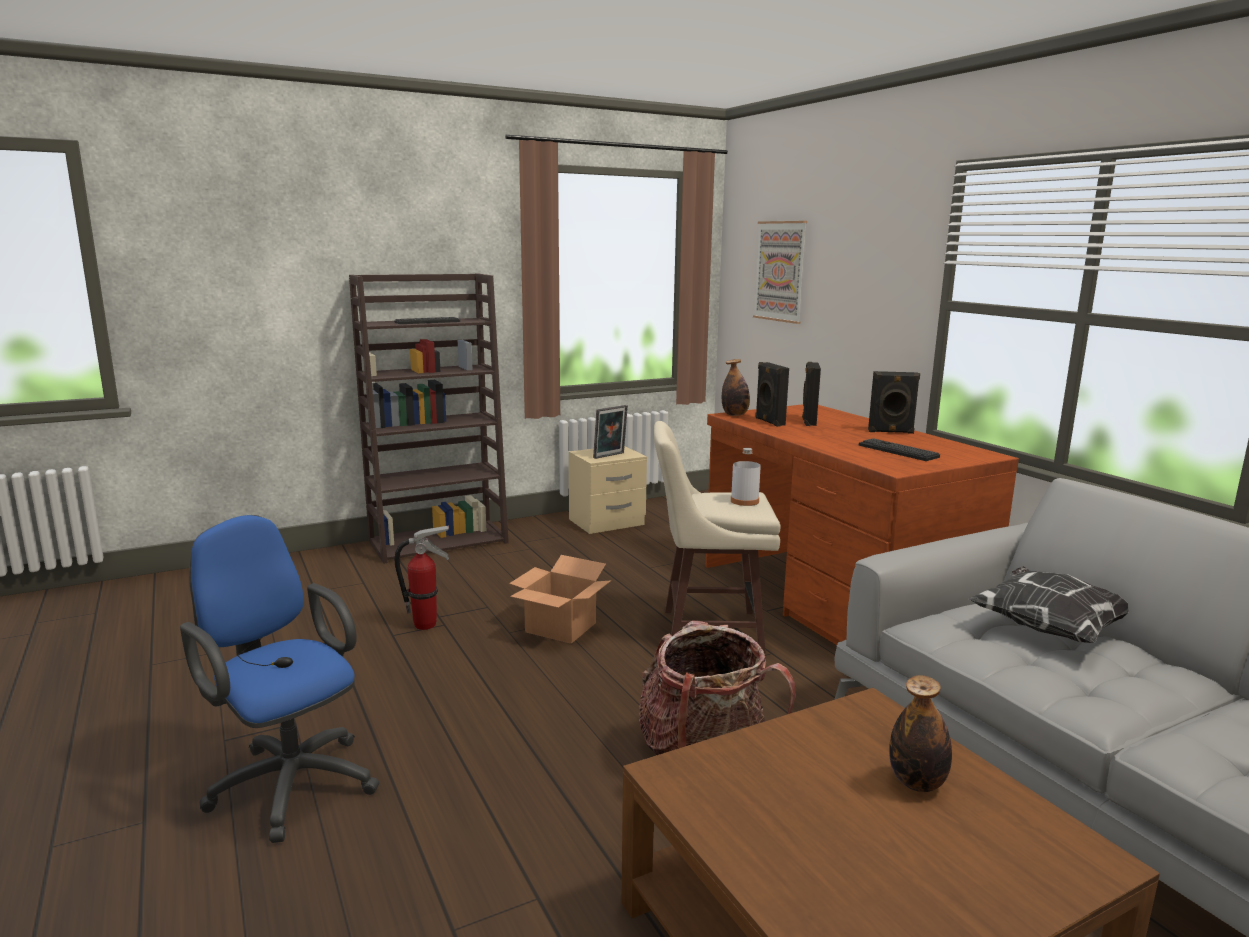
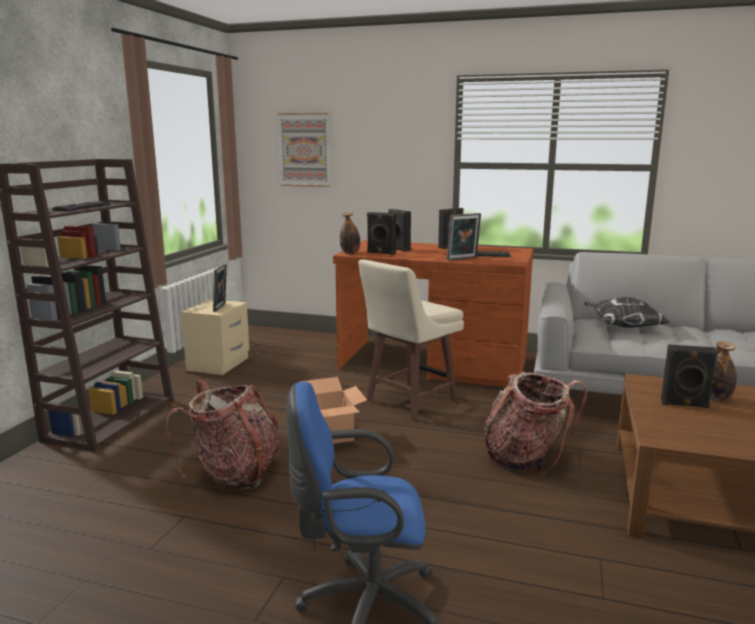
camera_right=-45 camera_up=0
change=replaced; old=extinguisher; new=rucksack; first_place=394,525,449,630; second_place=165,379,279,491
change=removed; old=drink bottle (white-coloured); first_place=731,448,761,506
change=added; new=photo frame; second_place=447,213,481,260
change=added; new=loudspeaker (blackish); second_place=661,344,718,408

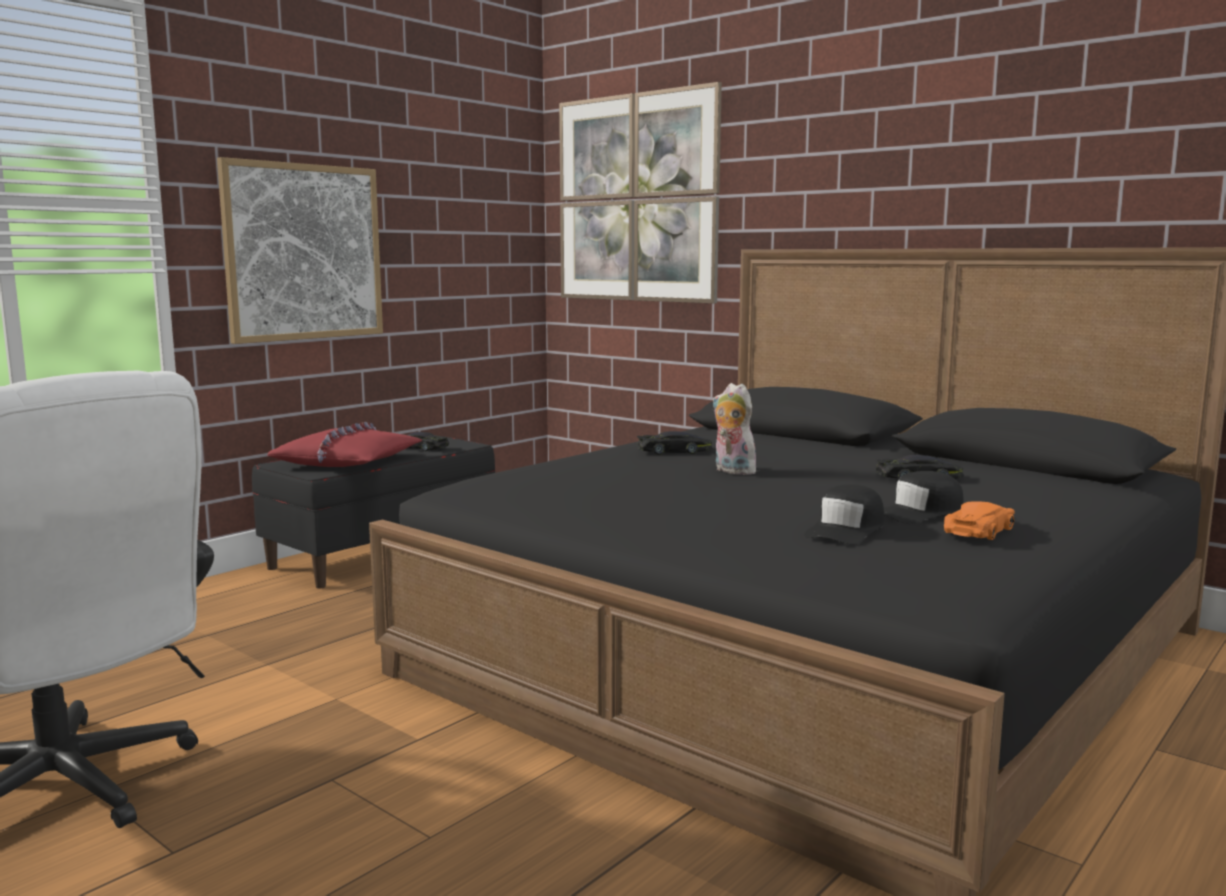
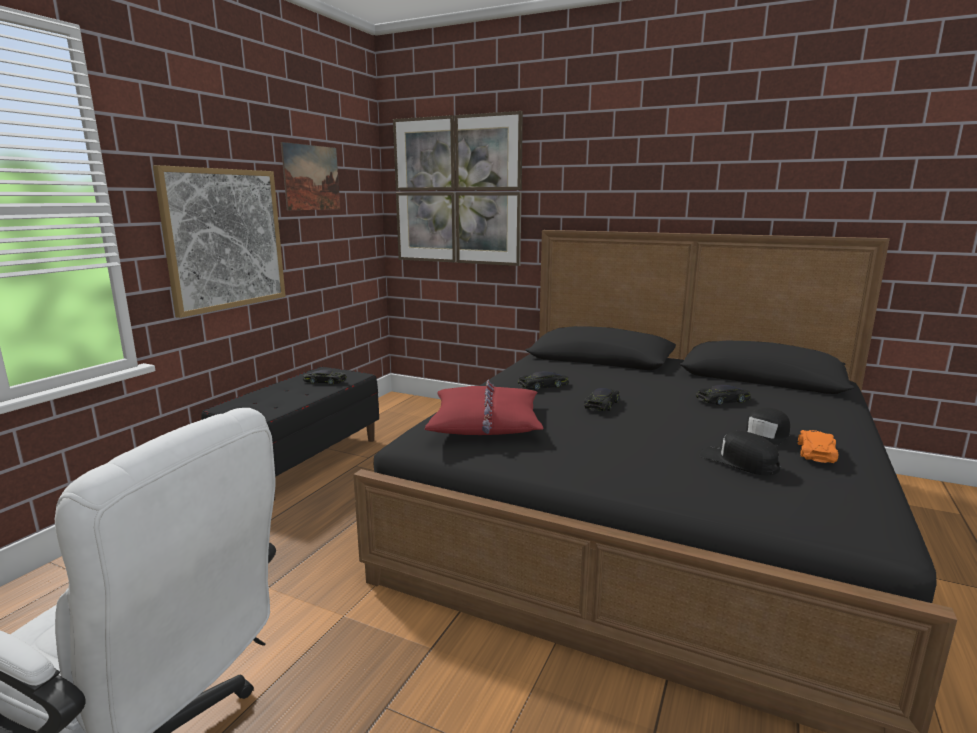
camera_right=-15 camera_up=5
change=moved; old=pillow (red-coloured); first_place=267,422,422,467; second_place=425,379,543,435
change=replaced; old=plush toy; new=toy car (blackish); first_place=712,383,757,475; second_place=584,388,620,411
change=turned; old=cap (blackish); first_place=804,484,884,545; second_place=700,431,780,475; degrees=120
change=added; new=picture; second_place=281,142,340,210

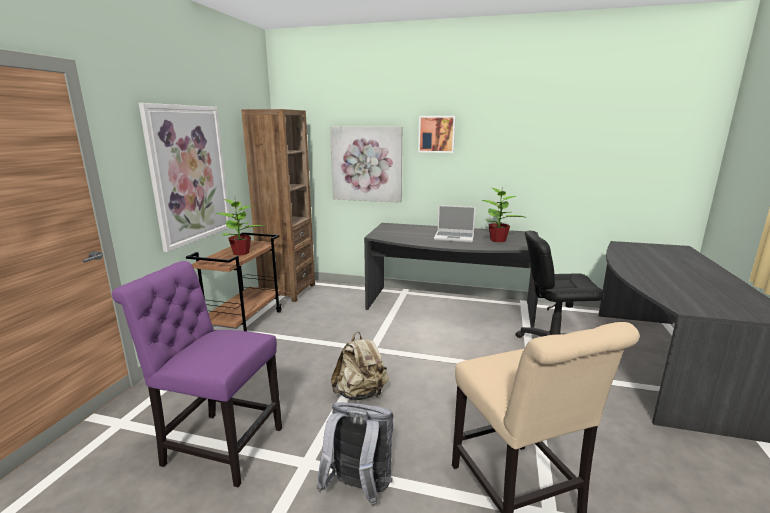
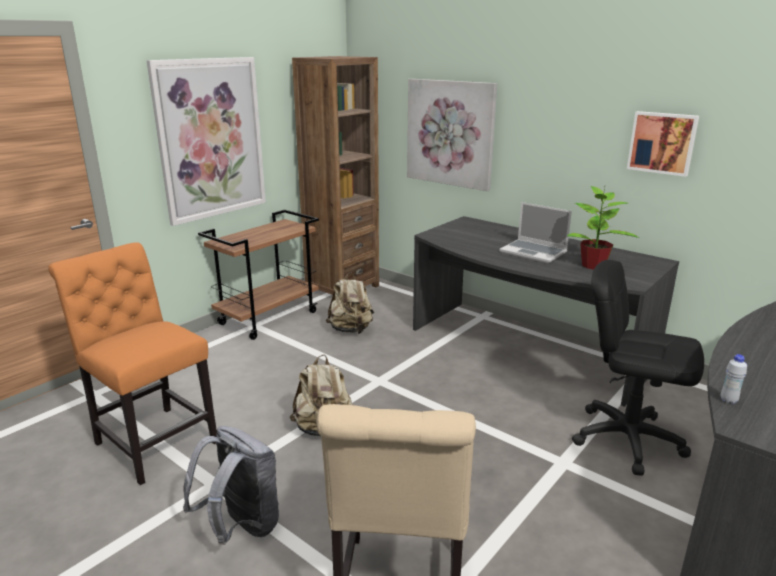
camera_right=25 camera_up=5
change=recoloured; old=upright chair (purple-coloured); new=upright chair (orange); first_place=112,261,282,487; second_place=48,242,217,485
change=removed; old=potted plant; first_place=215,199,265,255
change=moved; old=picture; first_place=418,116,456,153; second_place=627,111,699,177
change=added; new=rucksack (beige-coloured); second_place=326,272,374,334
change=added; new=drink bottle (white-coloured); second_place=721,354,747,404

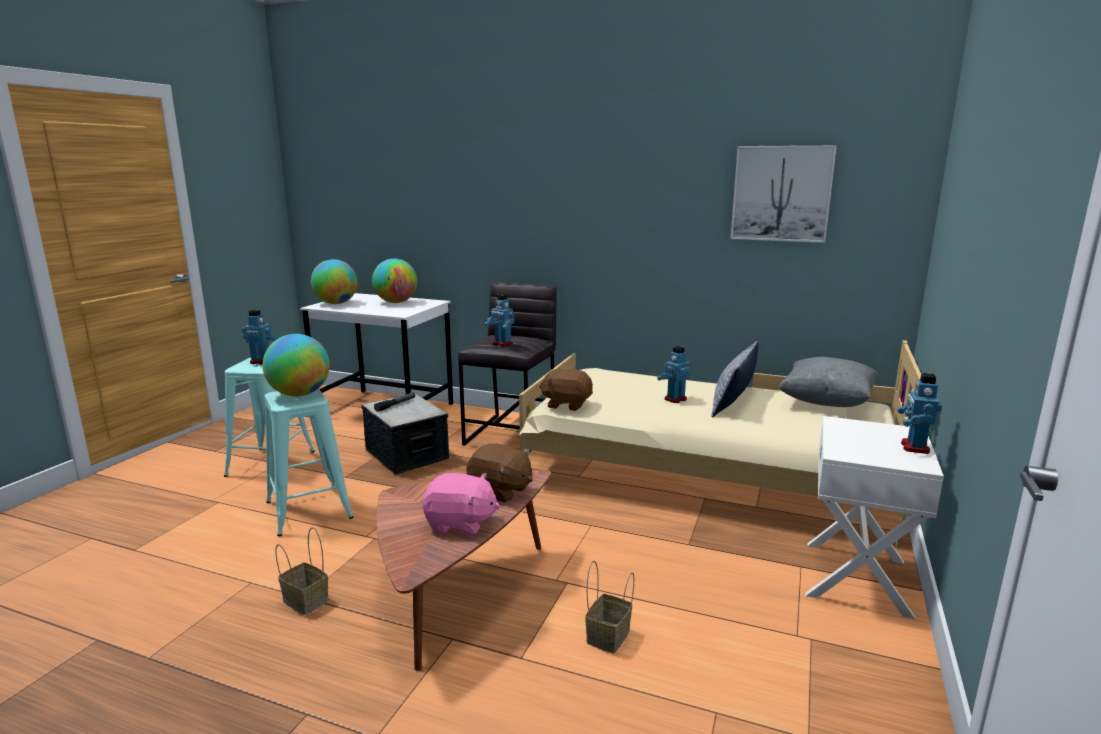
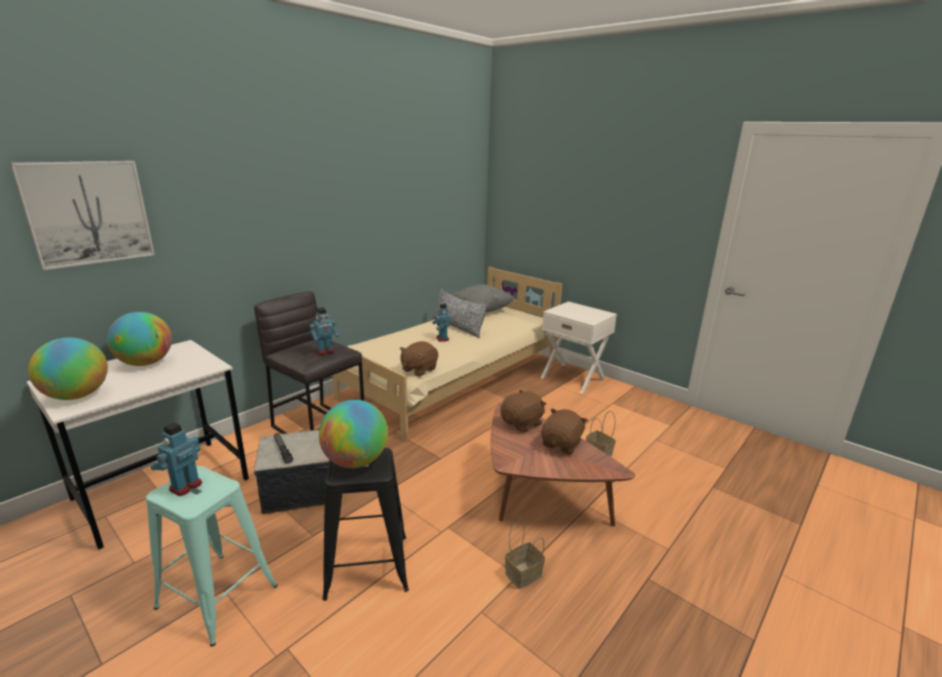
camera_right=-70 camera_up=5
change=recoloured; old=stool (turquoise); new=stool (blackish); first_place=264,388,353,536; second_place=322,448,409,601
change=recoloured; old=plush toy (pink); new=plush toy (brownish); first_place=422,473,500,536; second_place=541,408,588,454
change=moved; old=picture; first_place=730,145,837,243; second_place=10,161,155,270
change=removed; old=toy robot; first_place=897,373,943,454

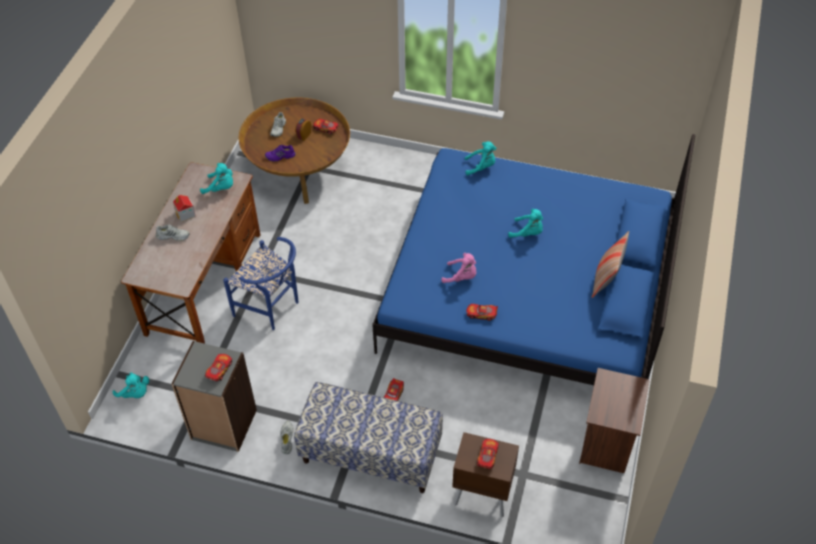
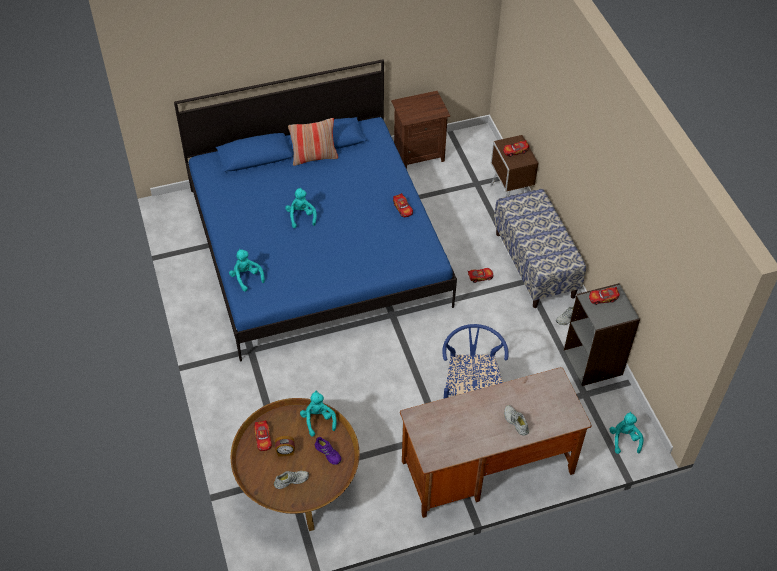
camera_right=-125 camera_up=0
change=removed; old=model house; first_place=173,195,196,222
change=moved; old=plush toy (turquoise); first_place=200,163,233,194; second_place=300,391,337,437
change=removed; old=plush toy (pink); first_place=441,253,476,283

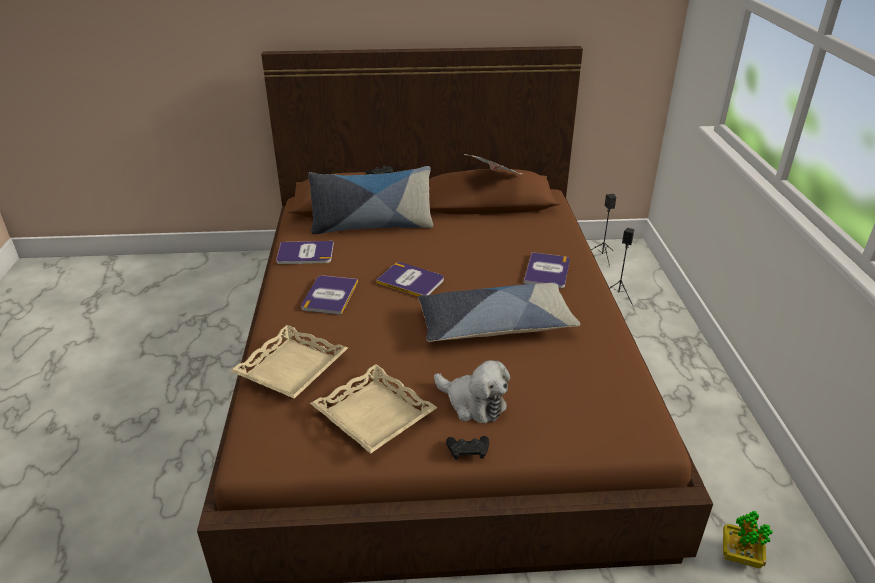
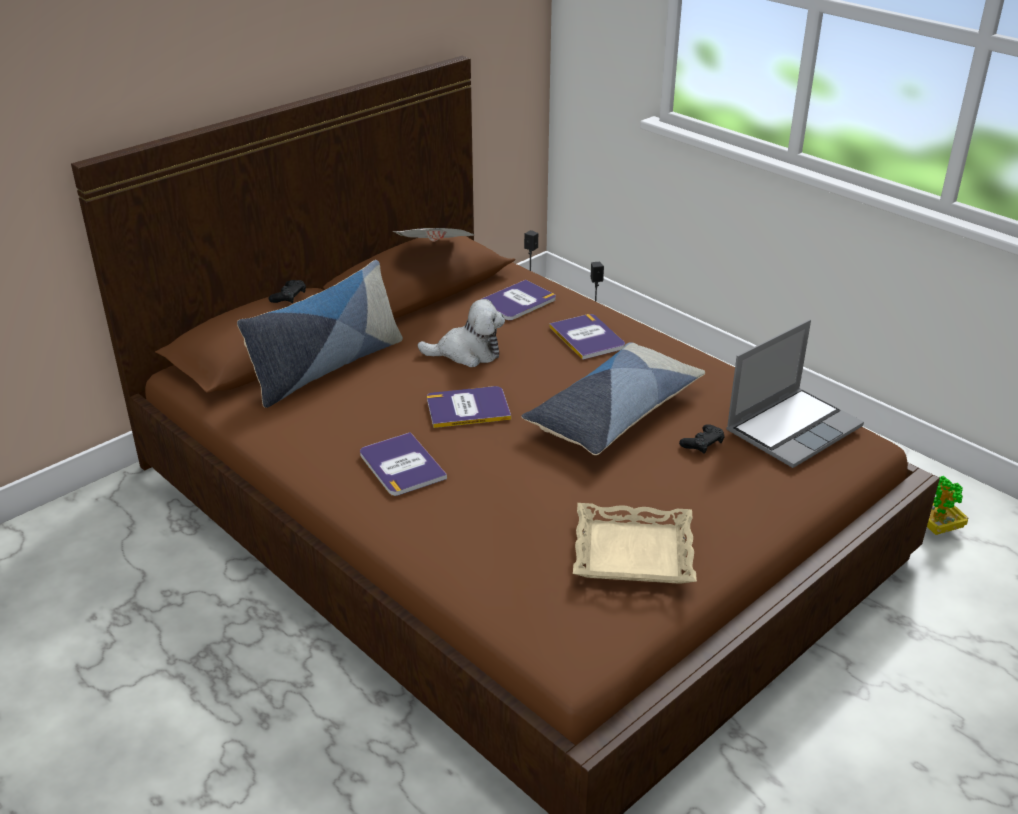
camera_right=-40 camera_up=0
change=removed; old=tray (beige-coloured); first_place=230,325,348,399
change=moved; old=volume; first_place=276,241,334,264; second_place=482,280,556,320
change=moved; old=plush toy; first_place=434,360,510,423; second_place=417,299,505,367
change=moved; old=gamepad (blackish); first_place=446,436,489,460; second_place=679,424,725,454
change=added; new=laptop; second_place=726,319,864,468

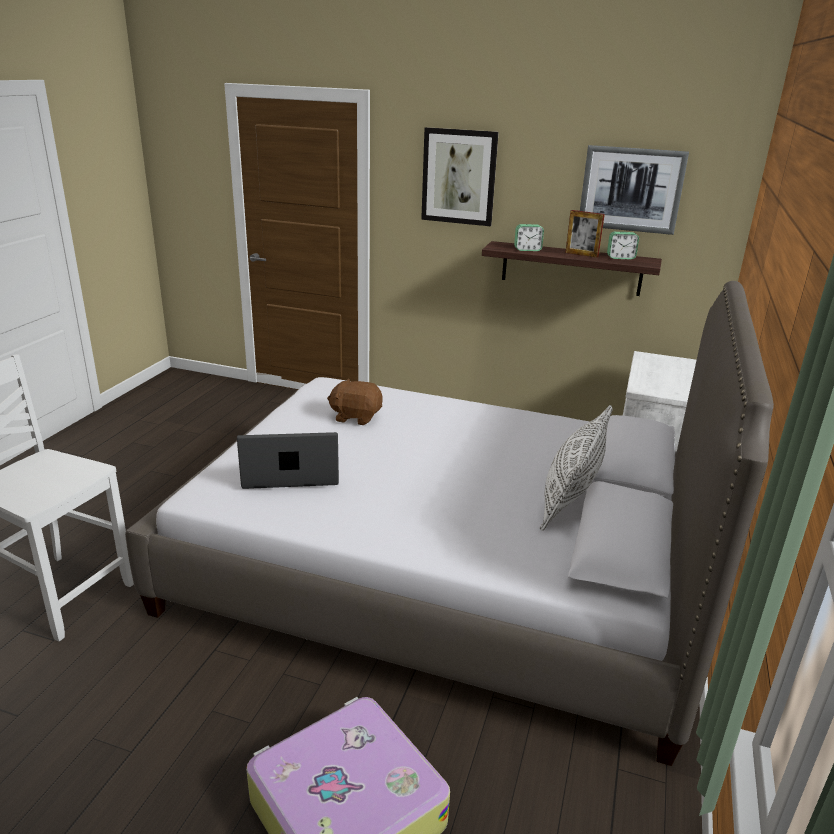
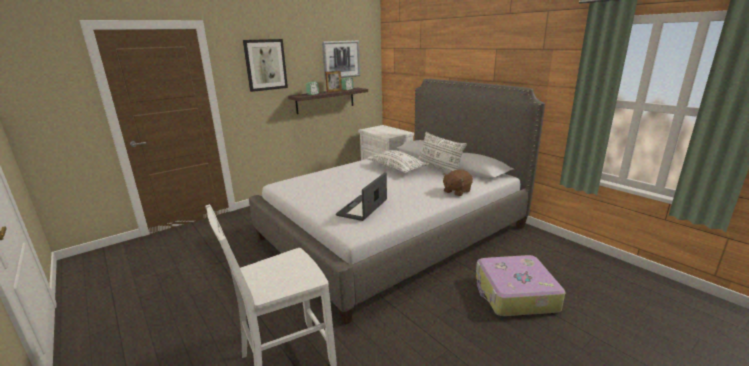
camera_right=-55 camera_up=-5
change=moved; old=plush toy (brownish); first_place=327,378,383,425; second_place=443,169,473,196
change=added; new=pillow (white-coloured); second_place=366,150,429,173

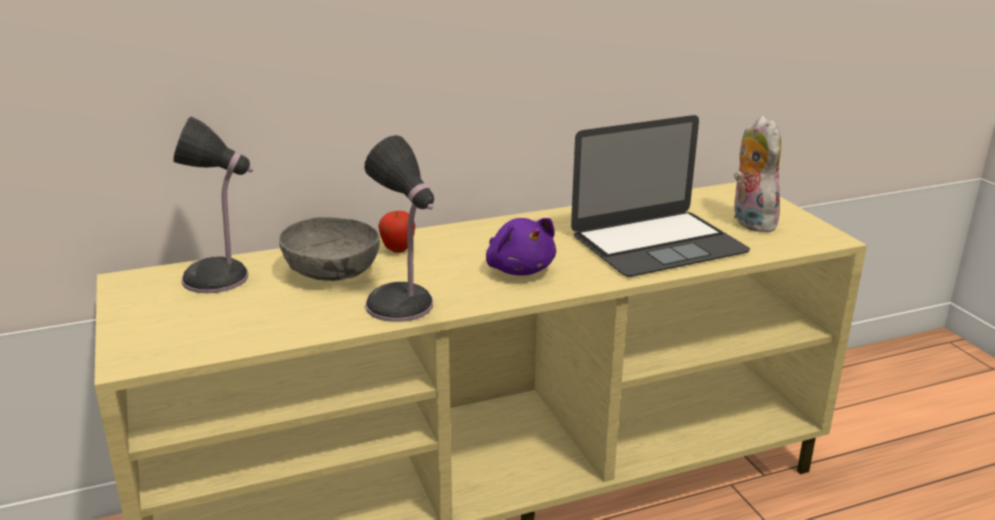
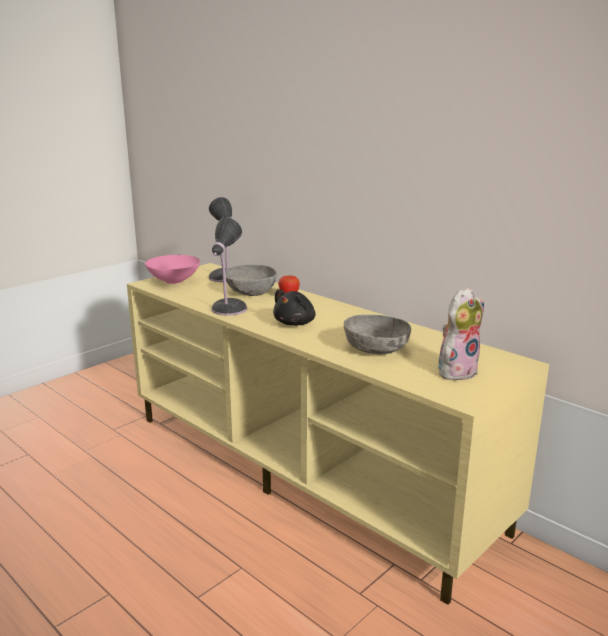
camera_right=65 camera_up=-5
change=recoloured; old=plush toy (purple-coloured); new=plush toy (blackish); first_place=486,218,556,275; second_place=273,289,316,326
change=replaced; old=laptop; new=serving bowl (grey); first_place=571,115,750,277; second_place=344,315,411,355
change=added; new=serving bowl (pink); second_place=145,255,200,284

